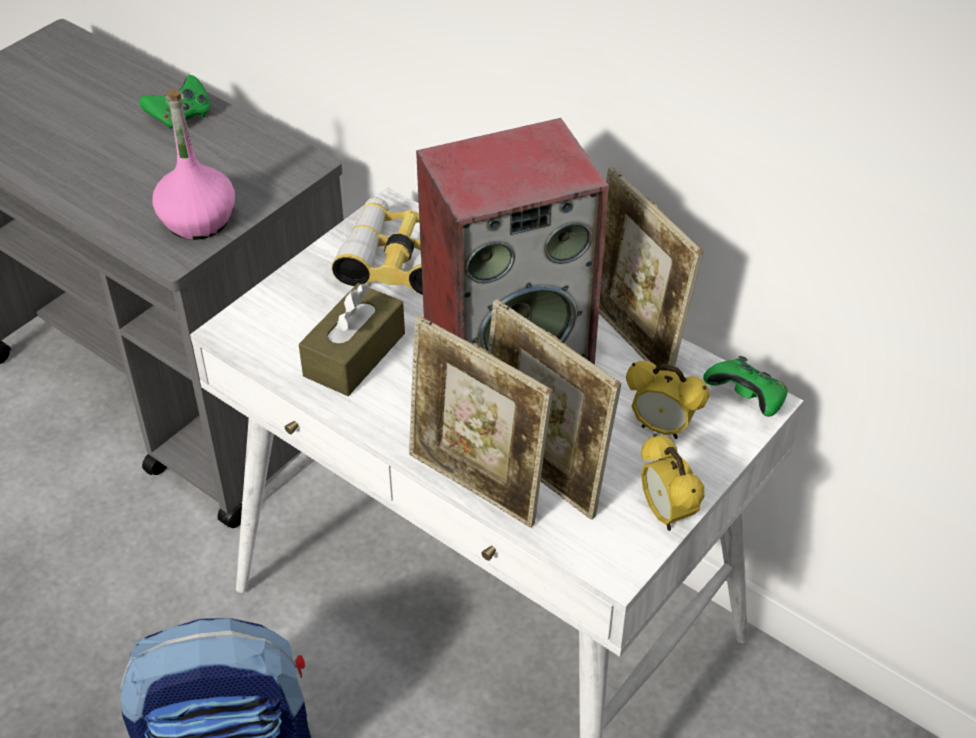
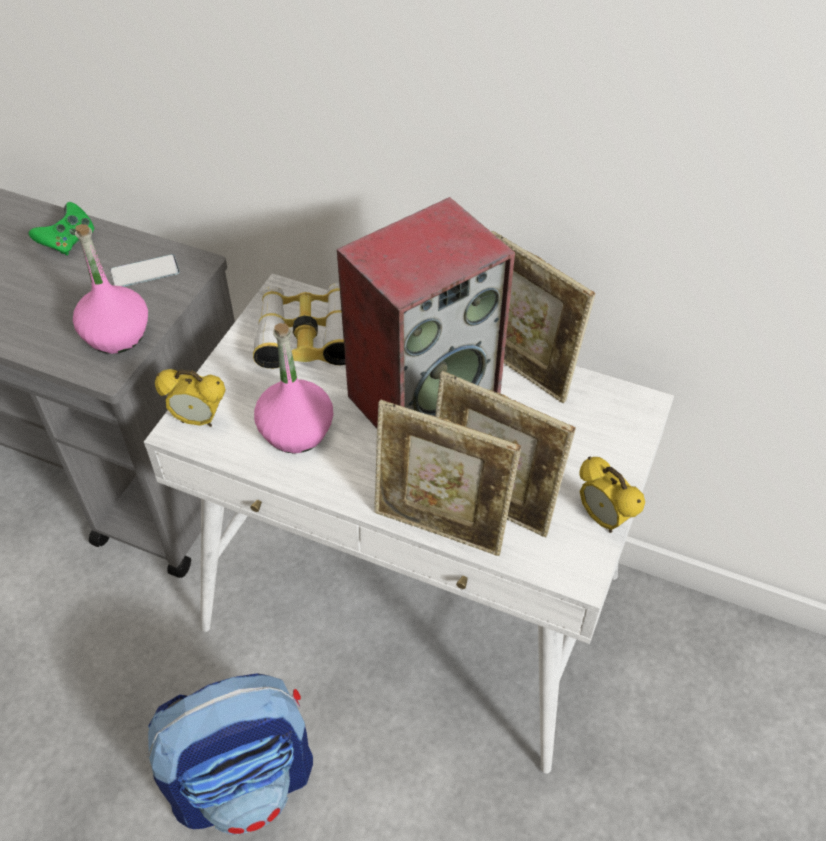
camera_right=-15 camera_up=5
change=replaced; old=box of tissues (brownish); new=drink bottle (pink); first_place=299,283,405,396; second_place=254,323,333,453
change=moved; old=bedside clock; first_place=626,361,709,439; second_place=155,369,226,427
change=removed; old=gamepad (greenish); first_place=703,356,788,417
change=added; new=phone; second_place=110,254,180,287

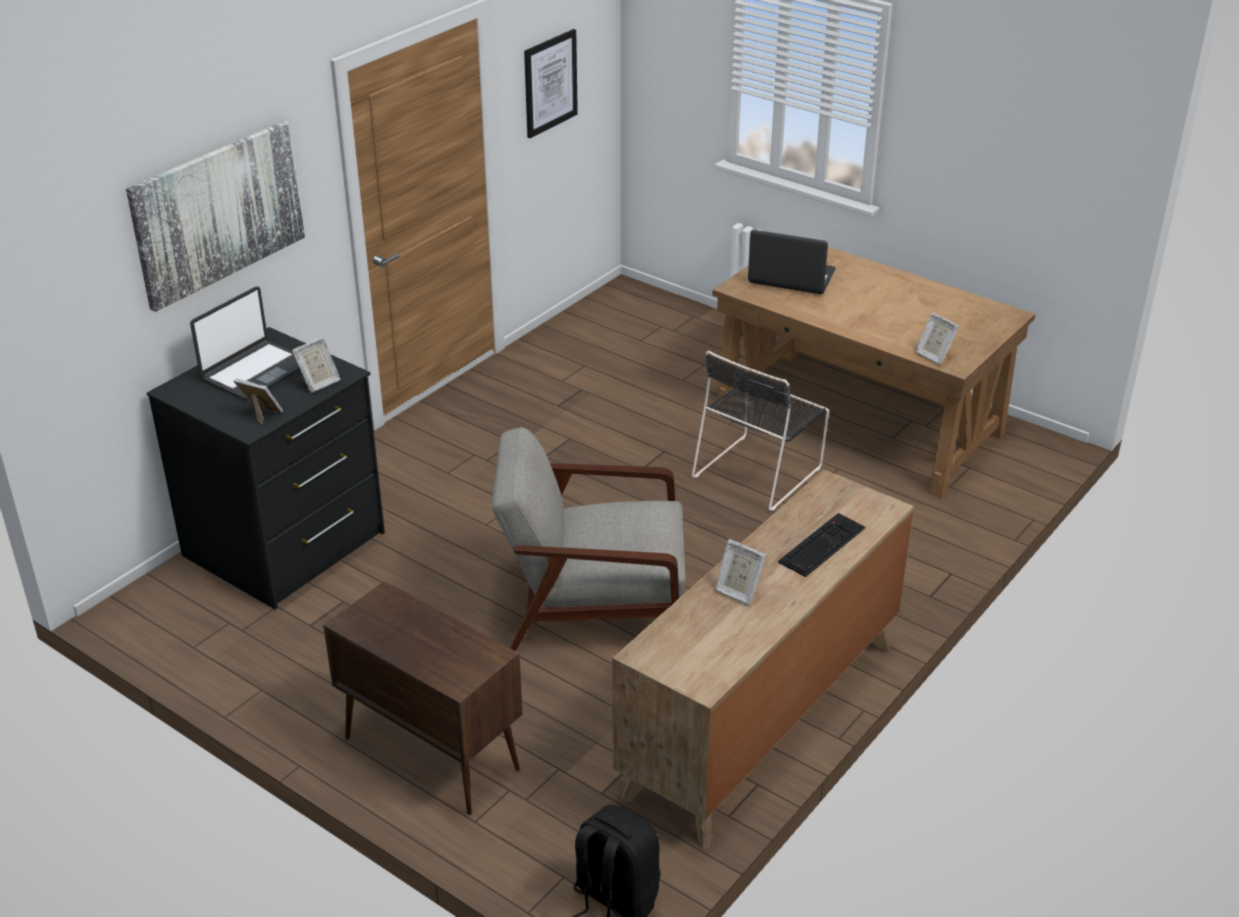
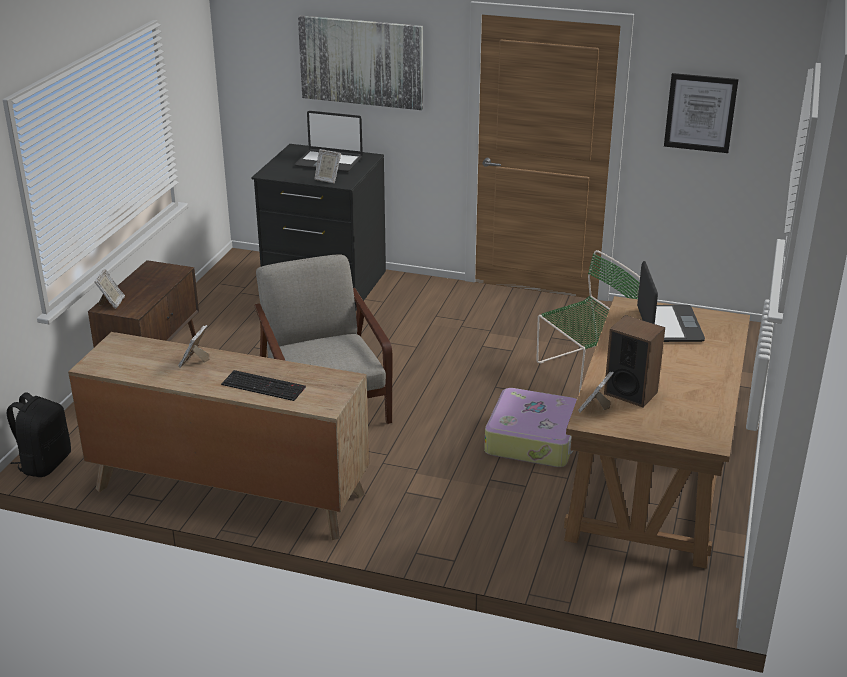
camera_right=70 camera_up=-5
change=moved; old=photo frame; first_place=234,378,283,425; second_place=95,269,125,309
change=replaced; old=upright chair (blackish); new=piece of luggage; first_place=692,351,829,511; second_place=484,388,577,467
change=added; new=upright chair (greenish); second_place=536,250,640,392
change=added; new=loudspeaker; second_place=604,315,665,407

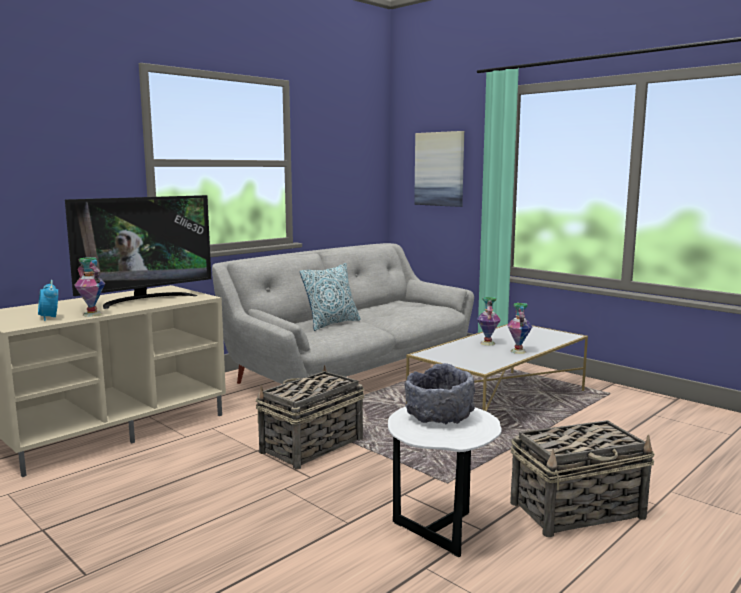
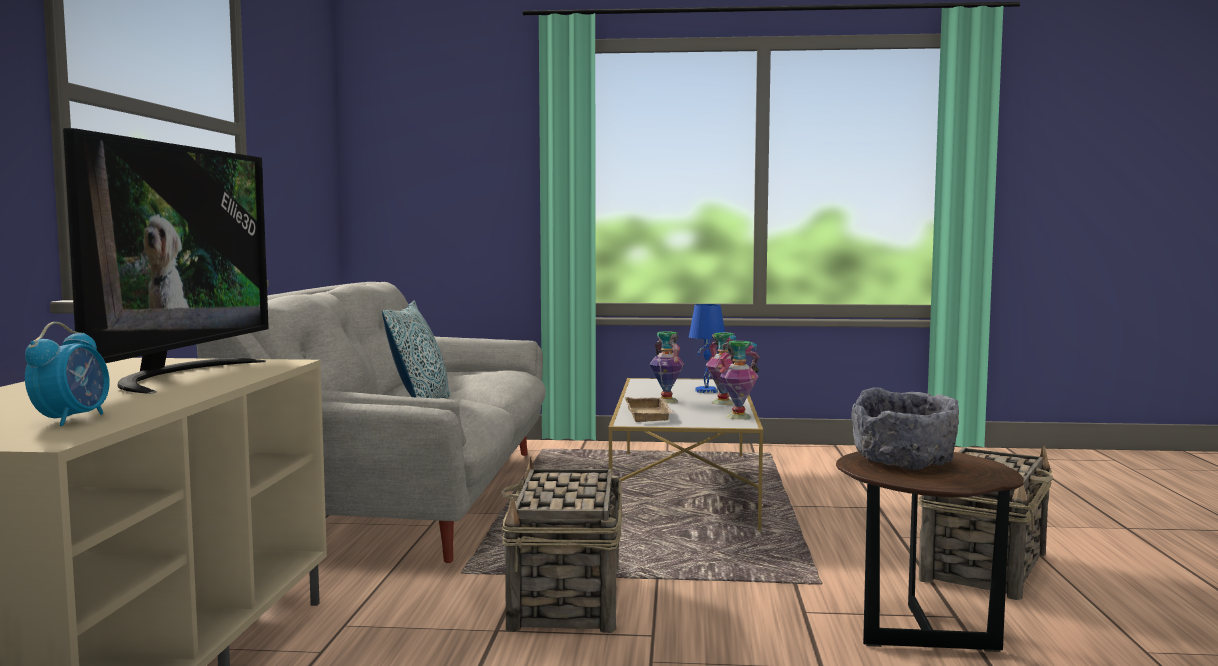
camera_right=-40 camera_up=-5
change=turned; old=bedside clock; first_place=38,280,58,321; second_place=25,322,110,426; degrees=-105
change=moved; old=decorative vase; first_place=74,257,105,317; second_place=719,341,760,419
change=recoloured; old=end table (white-coloured); new=end table (brownish); first_place=388,407,502,557; second_place=836,451,1024,652
change=removed; old=picture; first_place=414,131,464,207
change=added; new=tray (beige-coloured); second_place=625,397,674,422
change=added; new=tabletop lamp (blue); second_place=689,304,725,393

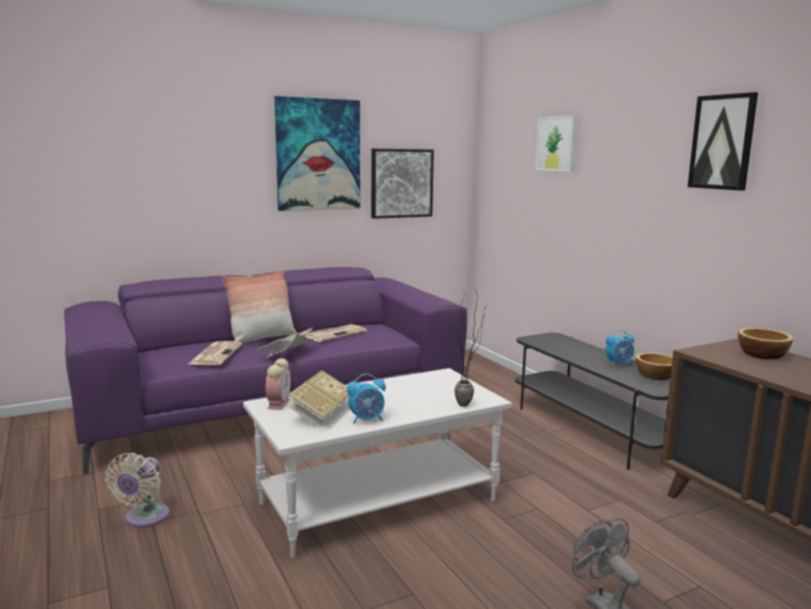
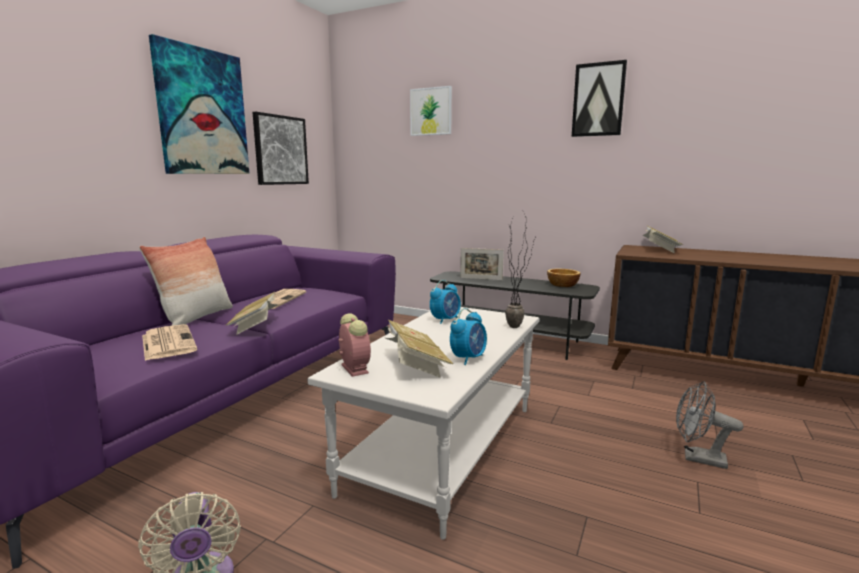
camera_right=-35 camera_up=0
change=moved; old=bedside clock; first_place=605,330,634,366; second_place=430,280,461,324
change=replaced; old=serving bowl; new=volume; first_place=738,328,793,359; second_place=642,226,683,254
change=added; new=photo frame; second_place=460,248,504,280

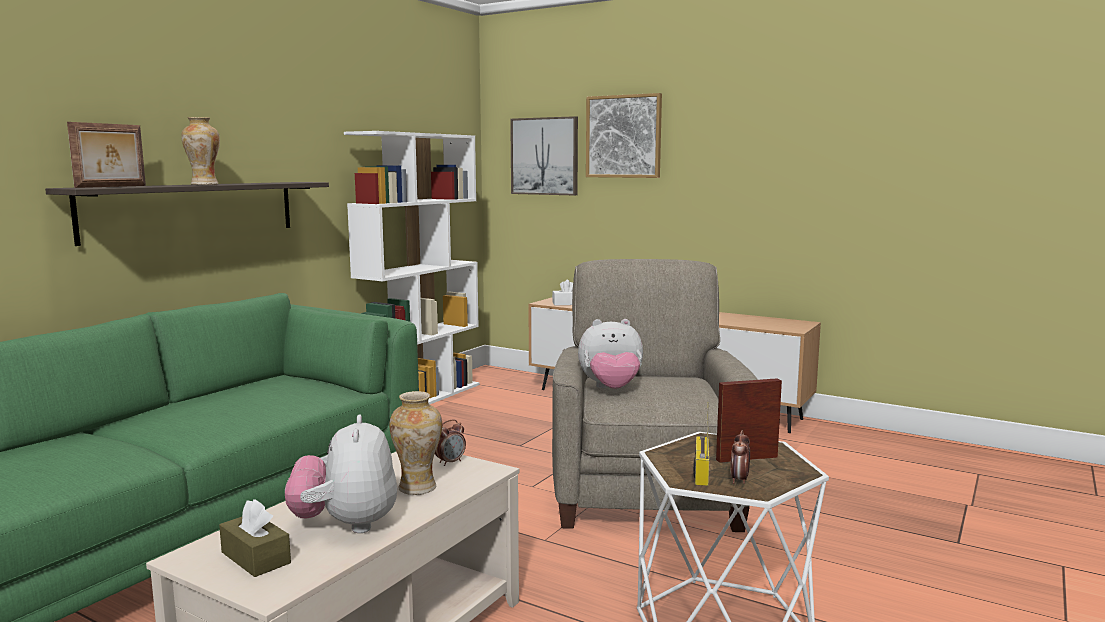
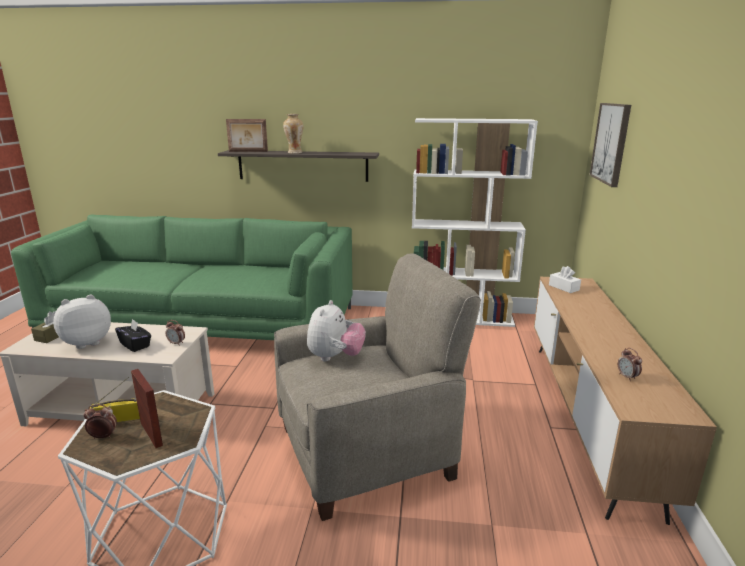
camera_right=65 camera_up=10
change=replaced; old=decorative vase; new=box of tissues (blackish); first_place=389,391,442,495; second_place=115,319,151,352
change=turned; old=plush toy; first_place=578,319,643,389; second_place=307,300,366,362; degrees=-135
change=removed; old=picture; first_place=586,93,662,178
change=added; new=bedside clock; second_place=618,348,642,381

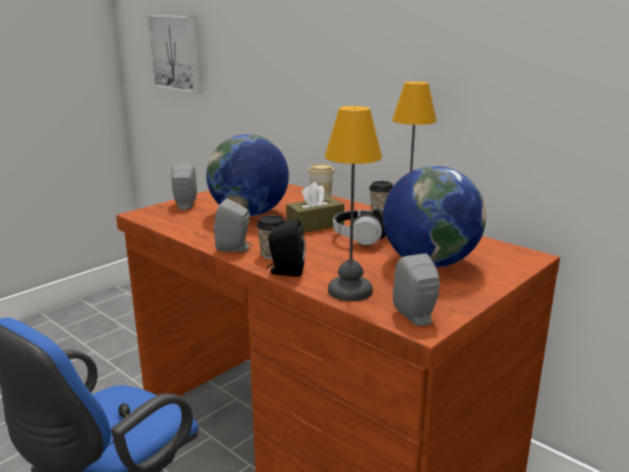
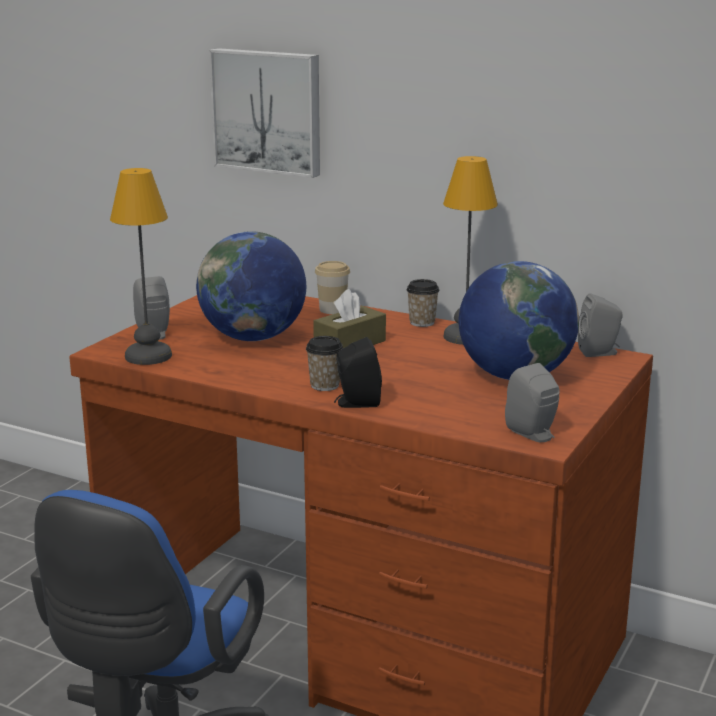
camera_right=-15 camera_up=0
change=moved; old=picture; first_place=147,15,201,93; second_place=209,48,320,178
change=moved; old=loudspeaker (grey); first_place=214,198,253,252; second_place=578,293,623,357
change=moved; old=tabletop lamp; first_place=325,106,382,301; second_place=110,168,172,365
change=removed; old=pair of headphones; first_place=333,208,387,245

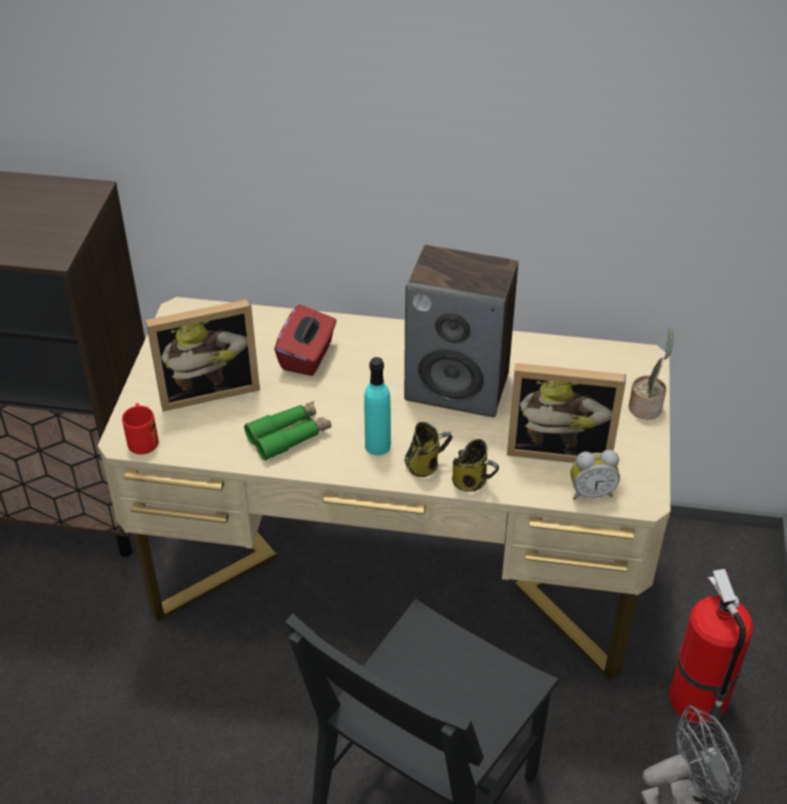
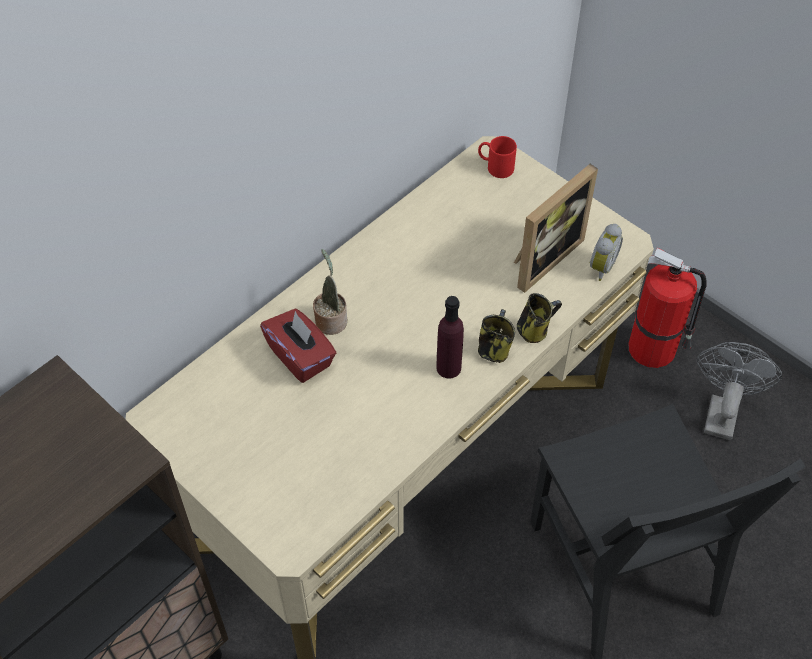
camera_right=-55 camera_up=10
change=moved; old=tea mug (red-coloured); first_place=122,403,159,454; second_place=478,136,517,178
change=removed; old=photo frame; first_place=146,299,260,412
change=removed; old=pair of binoculars (greenish); first_place=244,401,331,460
change=recoloured; old=drink bottle (turquoise); new=drink bottle (purple-coloured); first_place=364,357,391,456; second_place=436,296,464,378
change=removed; old=loudspeaker; first_place=404,245,518,418
change=moved; old=potted plant; first_place=629,327,674,420; second_place=313,249,347,335

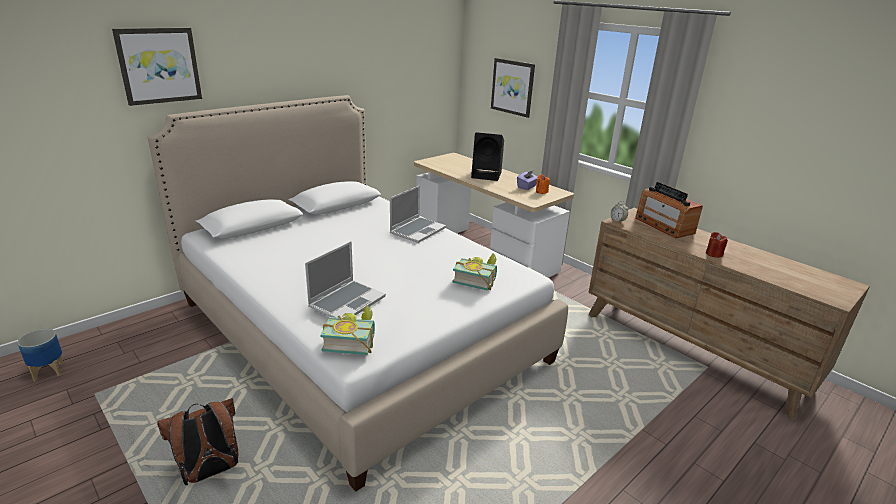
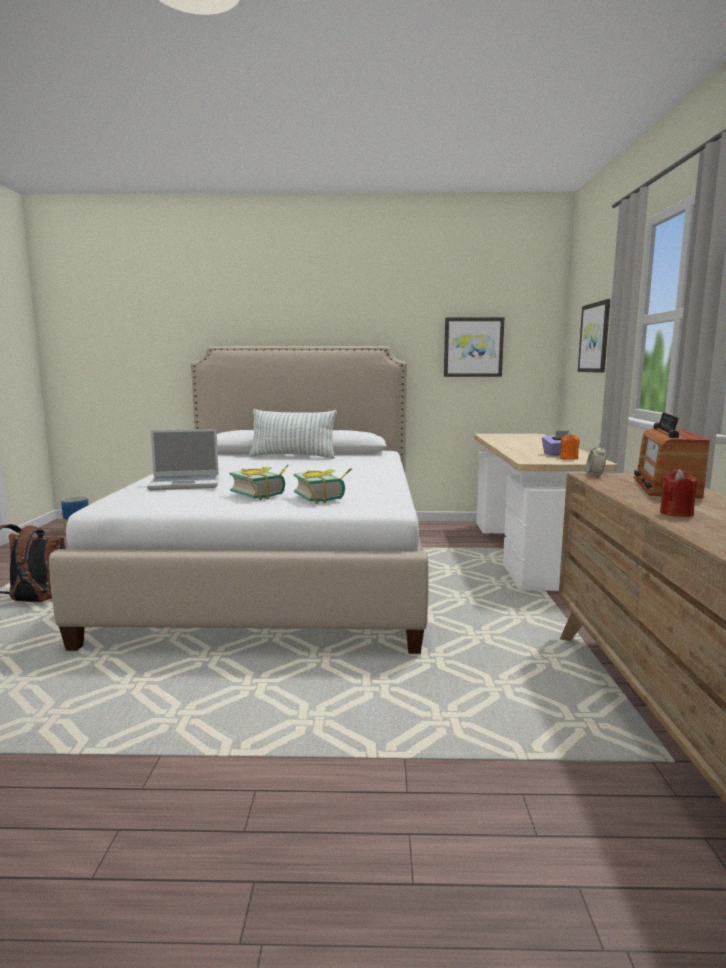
camera_right=45 camera_up=-15
change=moved; old=picture; first_place=112,28,202,106; second_place=444,317,505,377
change=moved; old=volume; first_place=321,305,375,355; second_place=230,465,289,500
change=removed; old=laptop; first_place=390,185,446,243
change=removed; old=loudspeaker (blackish); first_place=471,132,504,181
change=added; new=pillow; second_place=249,409,337,459

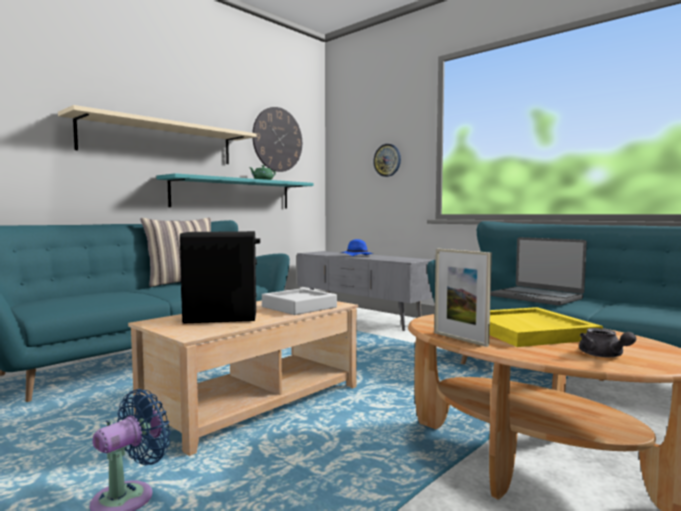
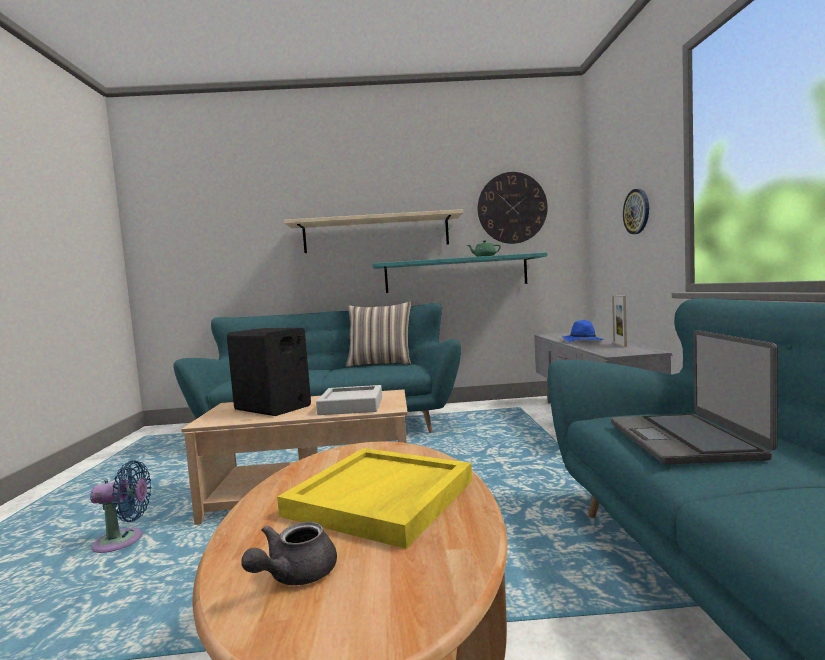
camera_right=45 camera_up=0
change=moved; old=photo frame; first_place=434,249,492,347; second_place=612,295,627,347

